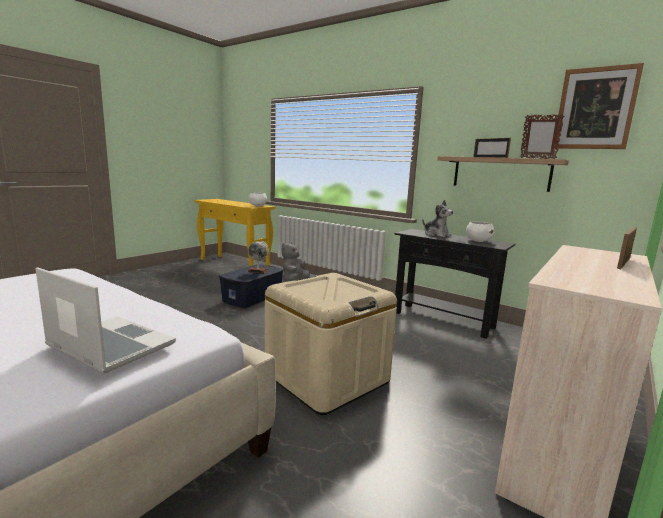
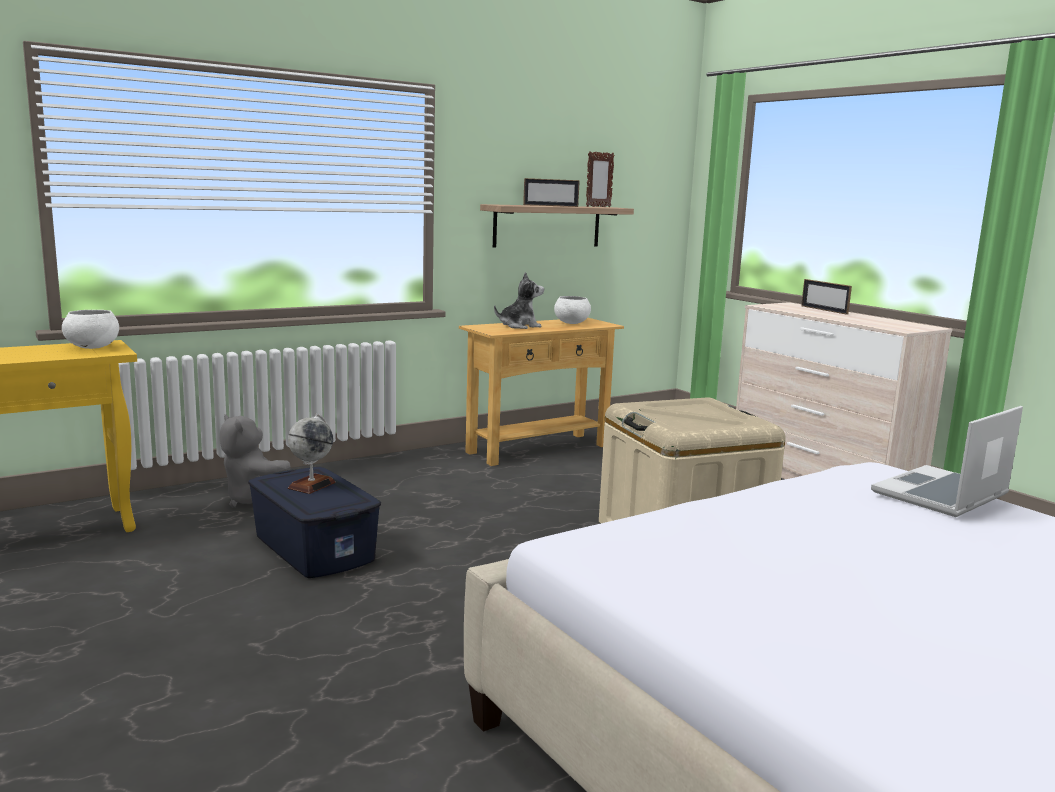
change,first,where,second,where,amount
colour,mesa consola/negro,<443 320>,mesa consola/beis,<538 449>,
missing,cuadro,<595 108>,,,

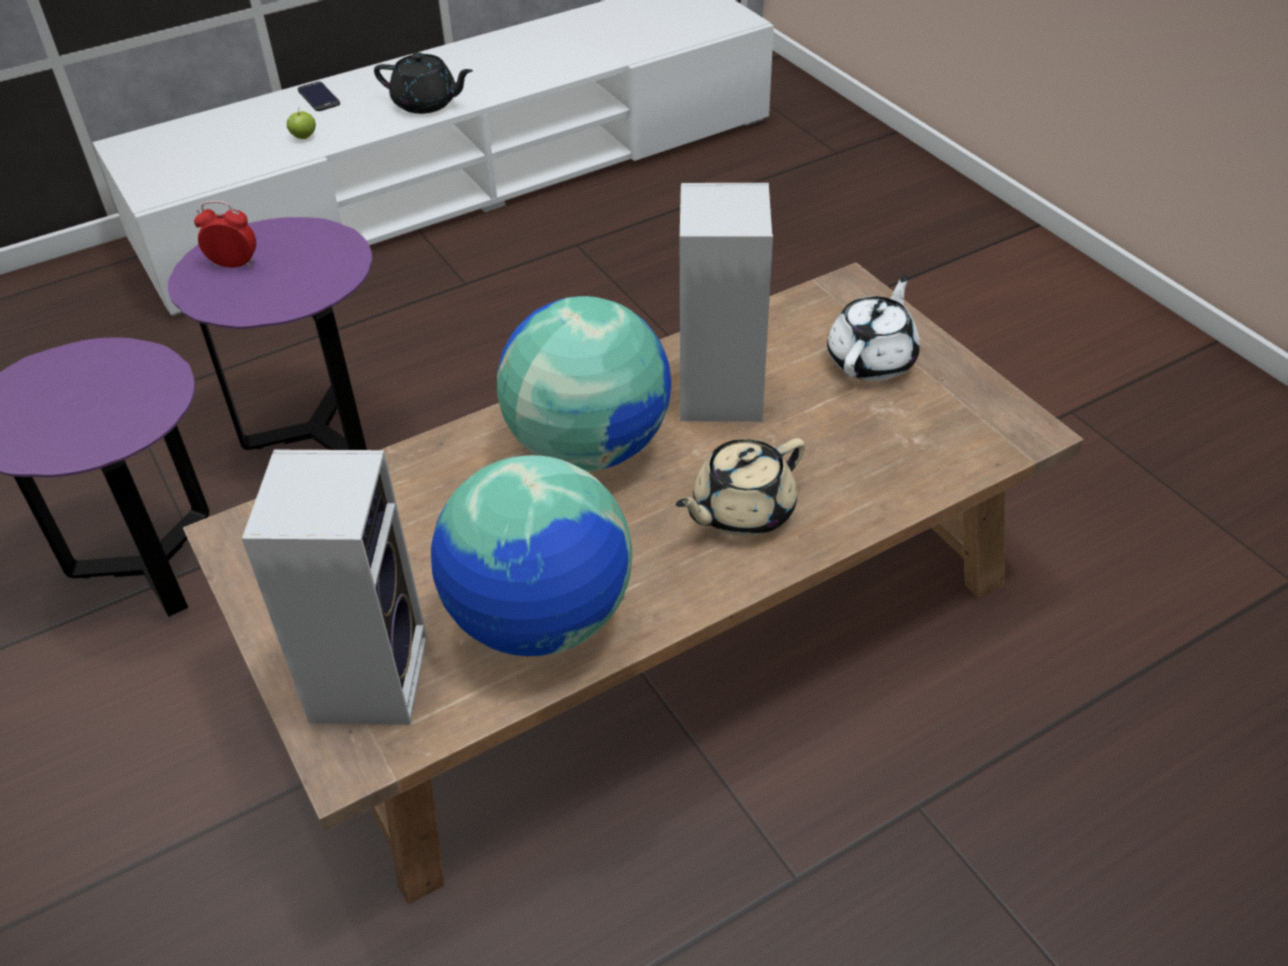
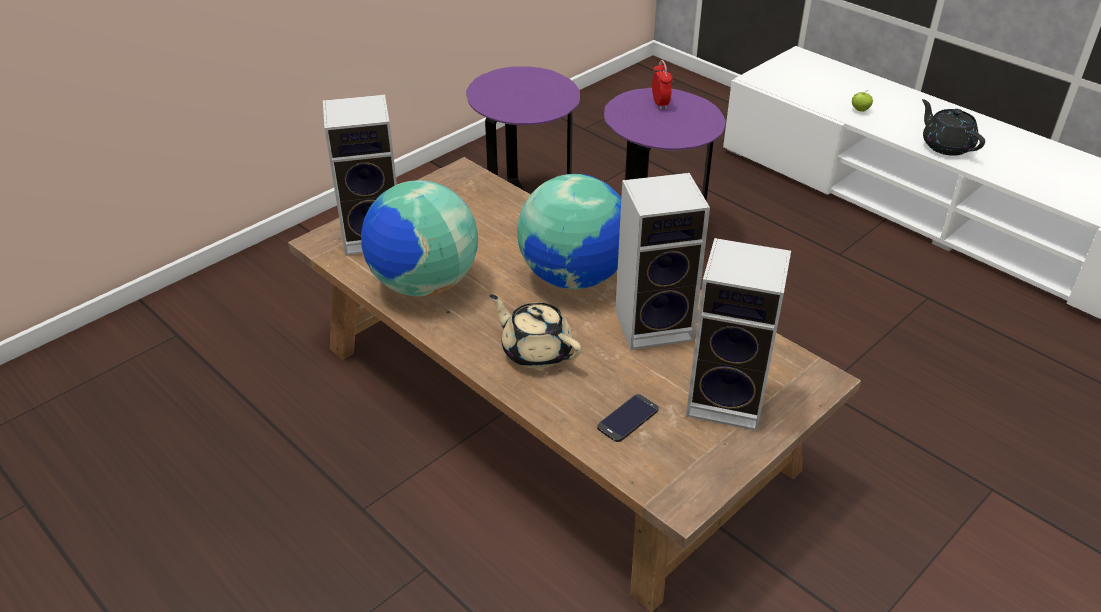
change,first,where,second,where,amount
relocated,móvil,<318 97>,,<628 418>,
spun,tetera/negro,<426 103>,,<946 146>,150 degrees clockwise
exchanged,tetera/blanco,<872 359>,altavoz,<730 400>,

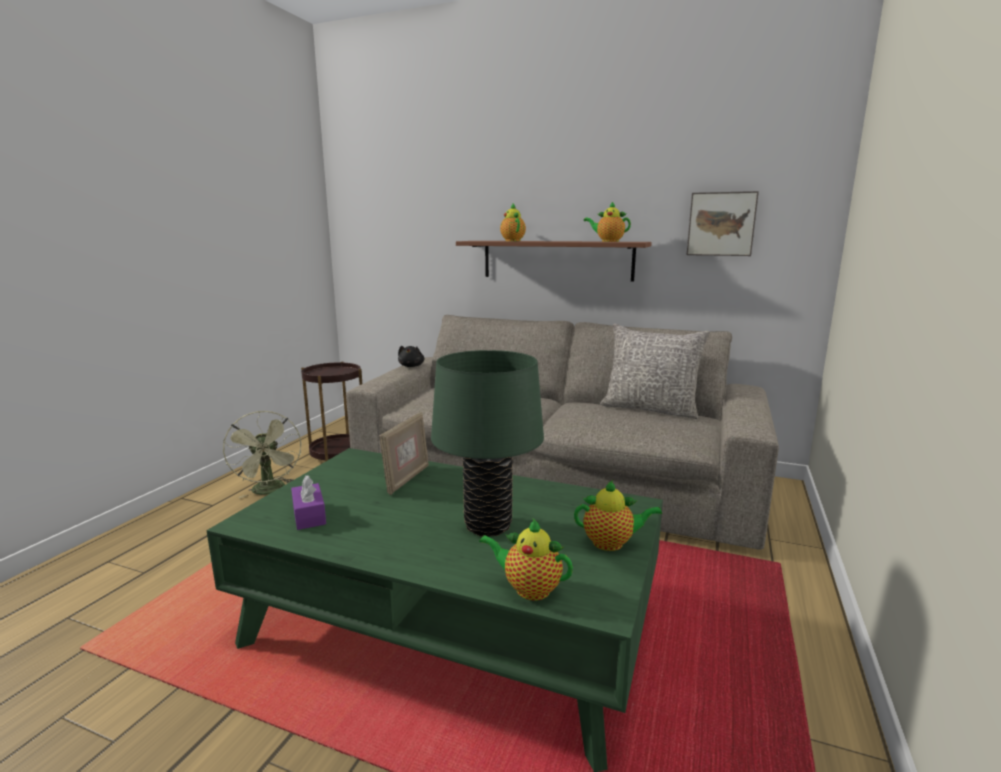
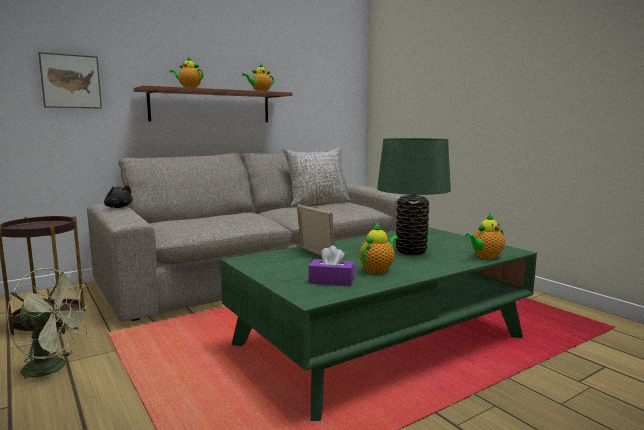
change,first,where,second,where,amount
relocated,tetera,<611 543>,,<378 269>,
relocated,cuadro,<721 224>,,<70 81>,

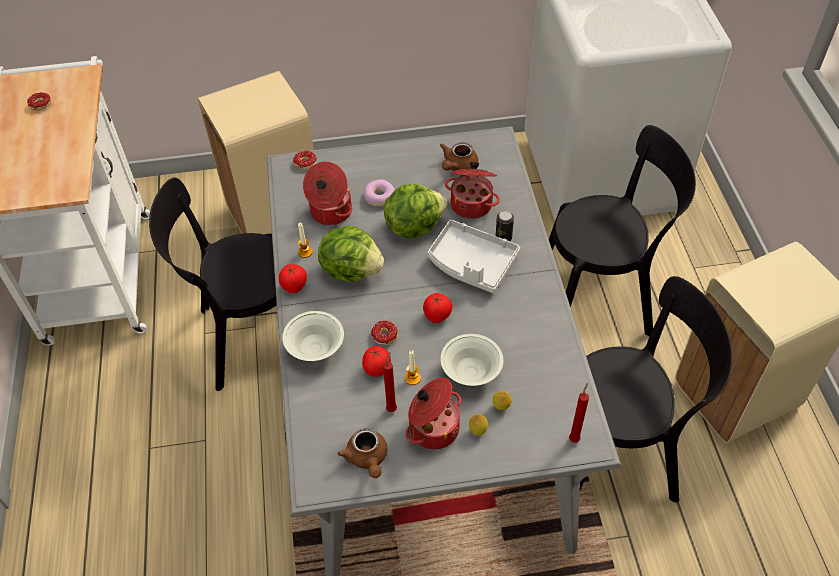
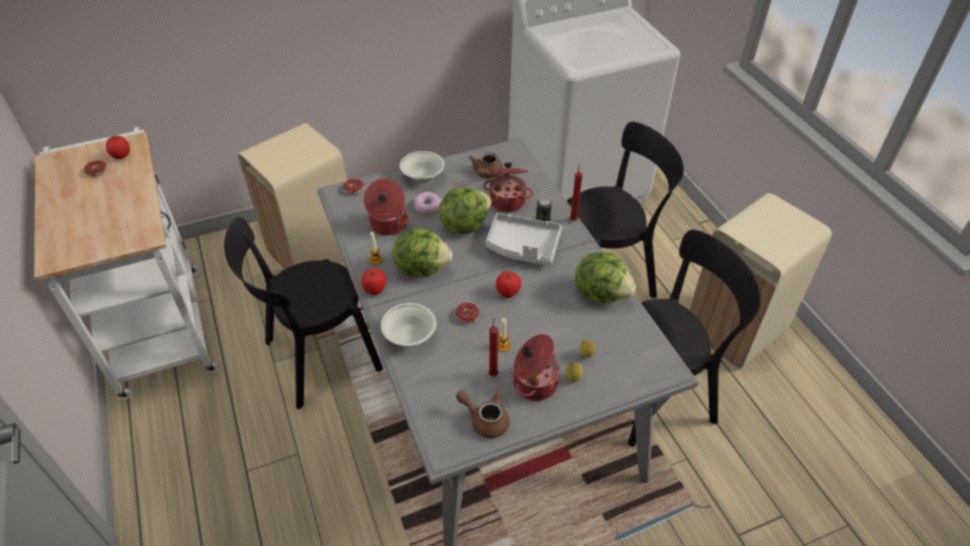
change,first,where,second,where,amount
spun,tetera/marrón,<367 459>,,<485 420>,150 degrees clockwise
relocated,tomate,<377 370>,,<121 156>,
relocated,cuenco/blanco,<471 372>,,<423 178>,
relocated,vela/rojo,<574 438>,,<573 219>,
appeared,,,lechuga,<601 293>,

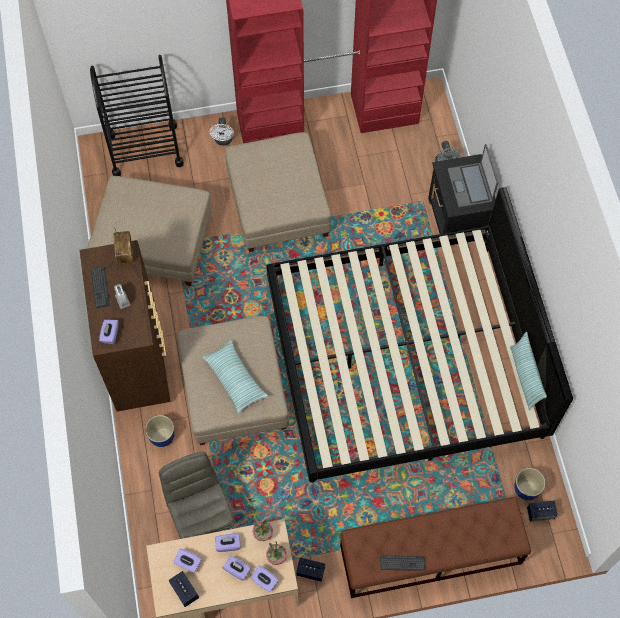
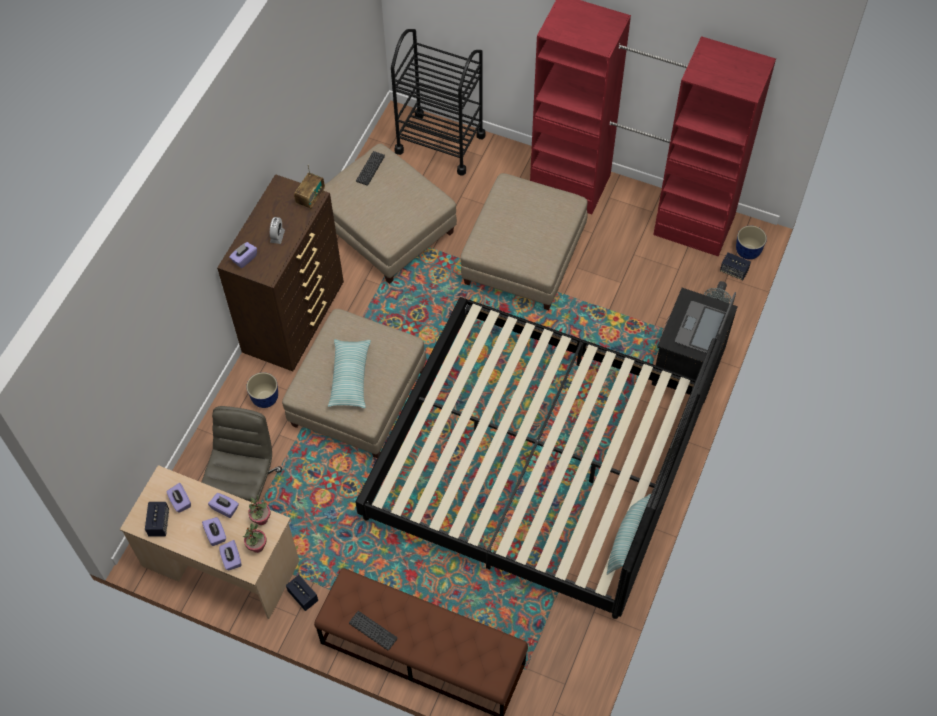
change,first,where,second,where,amount
relocated,teclado,<100 287>,,<370 168>,
missing,ventilador/blanco,<223 141>,,,
relocated,maceta,<525 489>,,<747 251>,
relocated,altavoz,<540 513>,,<733 271>,

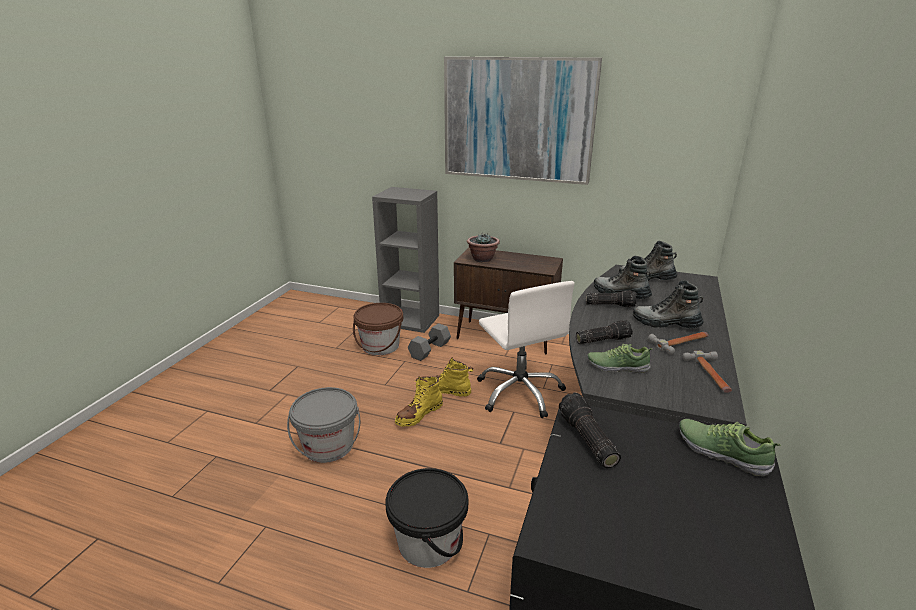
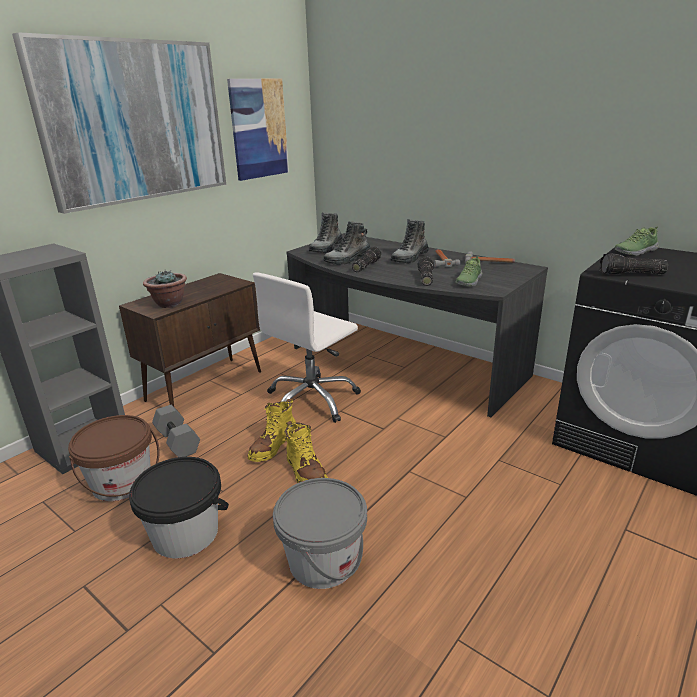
change,first,where,second,where,amount
relocated,cubo/negro,<428 542>,,<185 533>,
spun,silla de oficina/blanco,<520 392>,,<312 400>,135 degrees clockwise
appeared,,,cuadro,<259 129>,

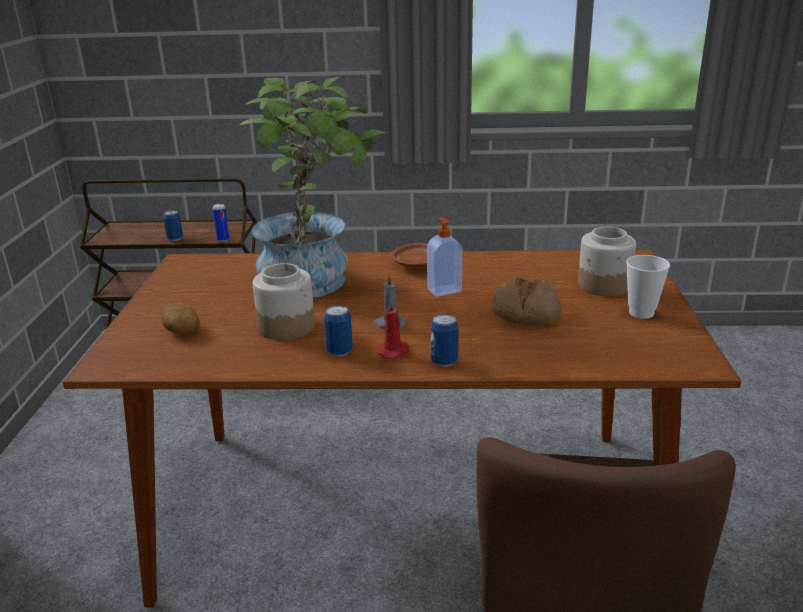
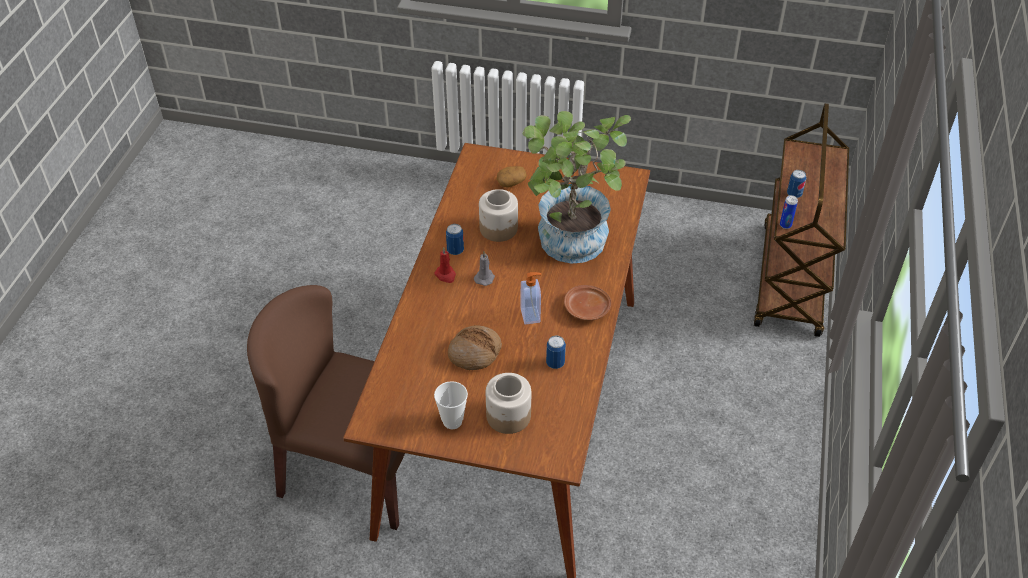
change,first,where,second,where,amount
relocated,lata,<444 362>,,<555 363>,

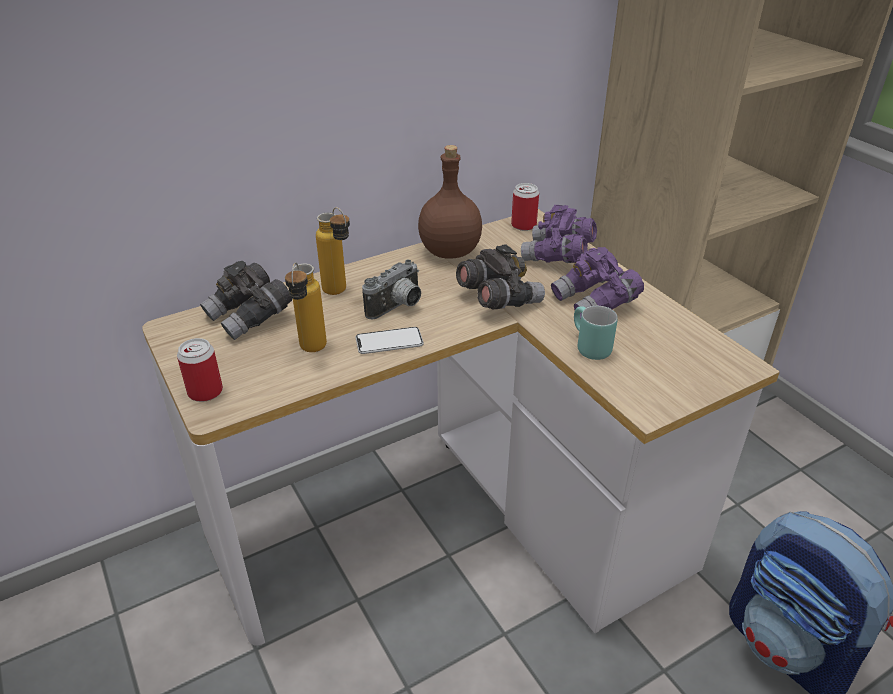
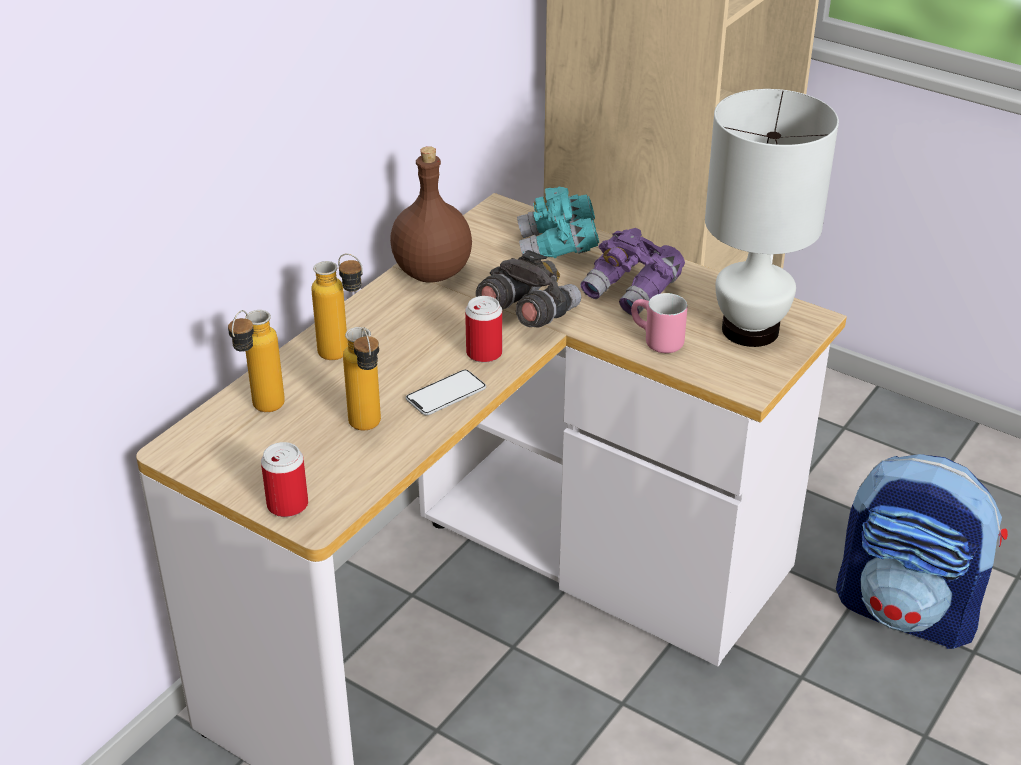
change,first,where,second,where,amount
exchanged,prismáticos/gris,<250 317>,botella,<261 411>,
missing,cámara,<398 307>,,,
relocated,lata,<523 225>,,<484 353>,
colour,prismáticos/morado,<558 256>,prismáticos/turquesa,<558 248>,
colour,taza grande/turquesa,<587 347>,taza grande/rosa,<655 342>,
appeared,,,lámpara de mesa/blanco,<749 329>,

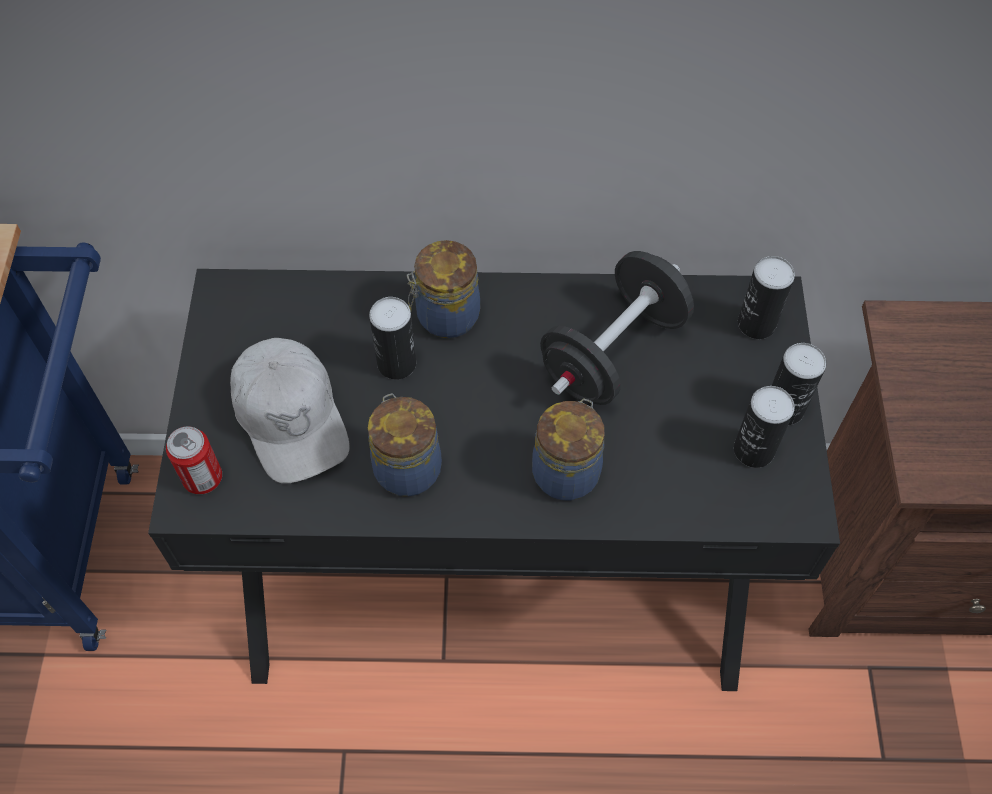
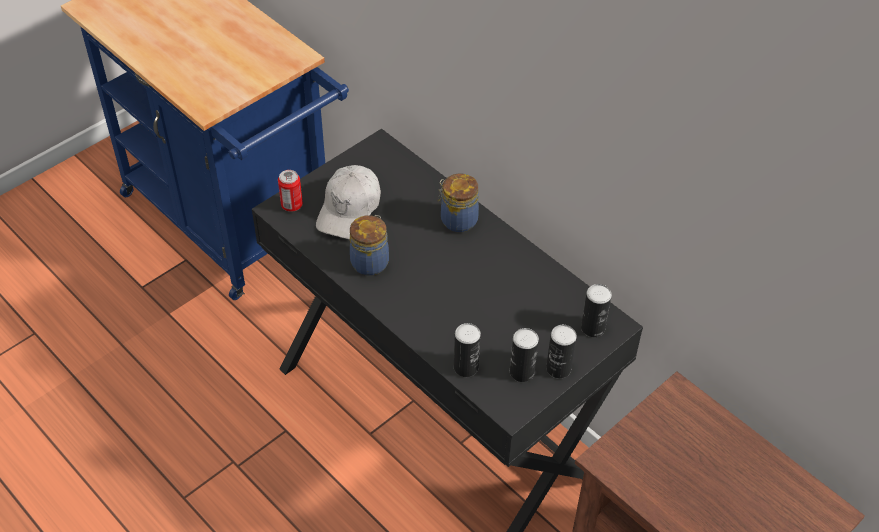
change,first,where,second,where,amount
relocated,lata,<396 363>,,<466 367>,
missing,tarro,<567 470>,,,
missing,mancuerna/negro,<613 352>,,,

